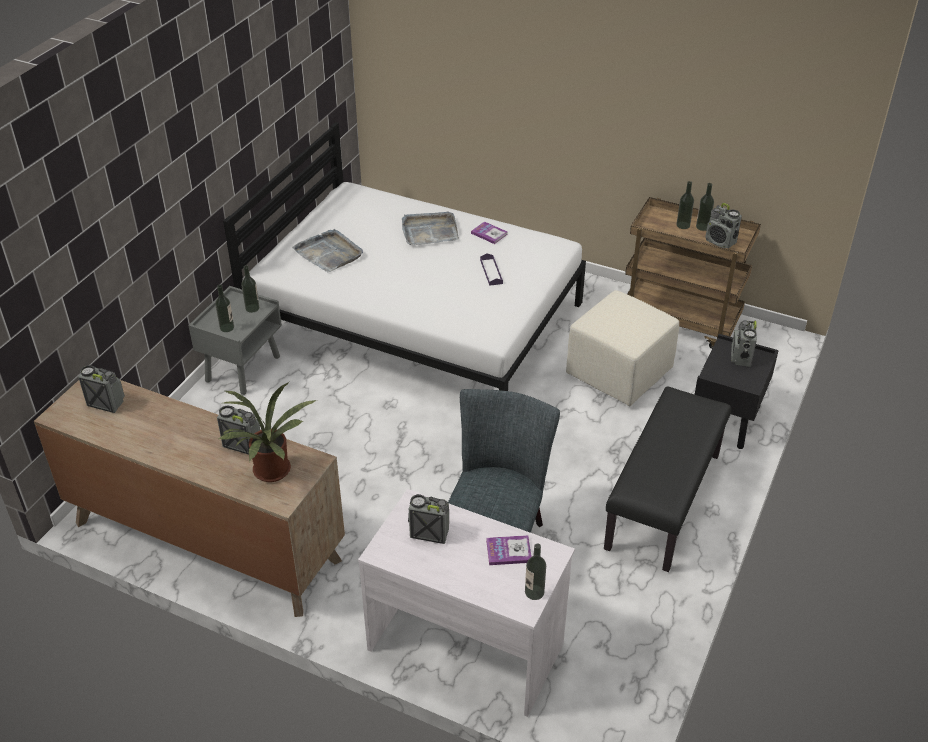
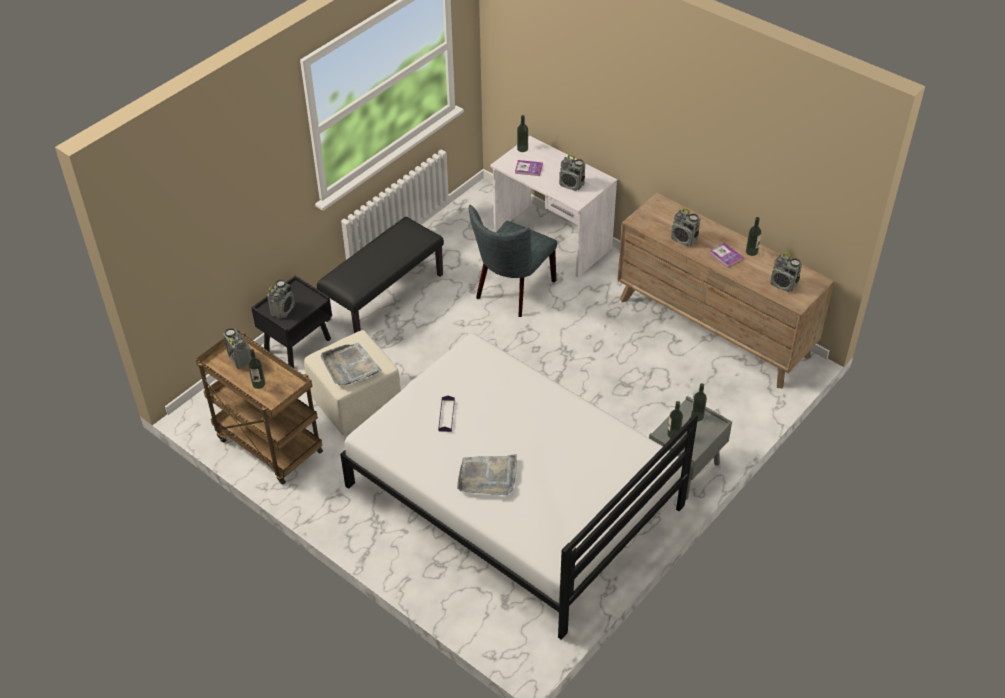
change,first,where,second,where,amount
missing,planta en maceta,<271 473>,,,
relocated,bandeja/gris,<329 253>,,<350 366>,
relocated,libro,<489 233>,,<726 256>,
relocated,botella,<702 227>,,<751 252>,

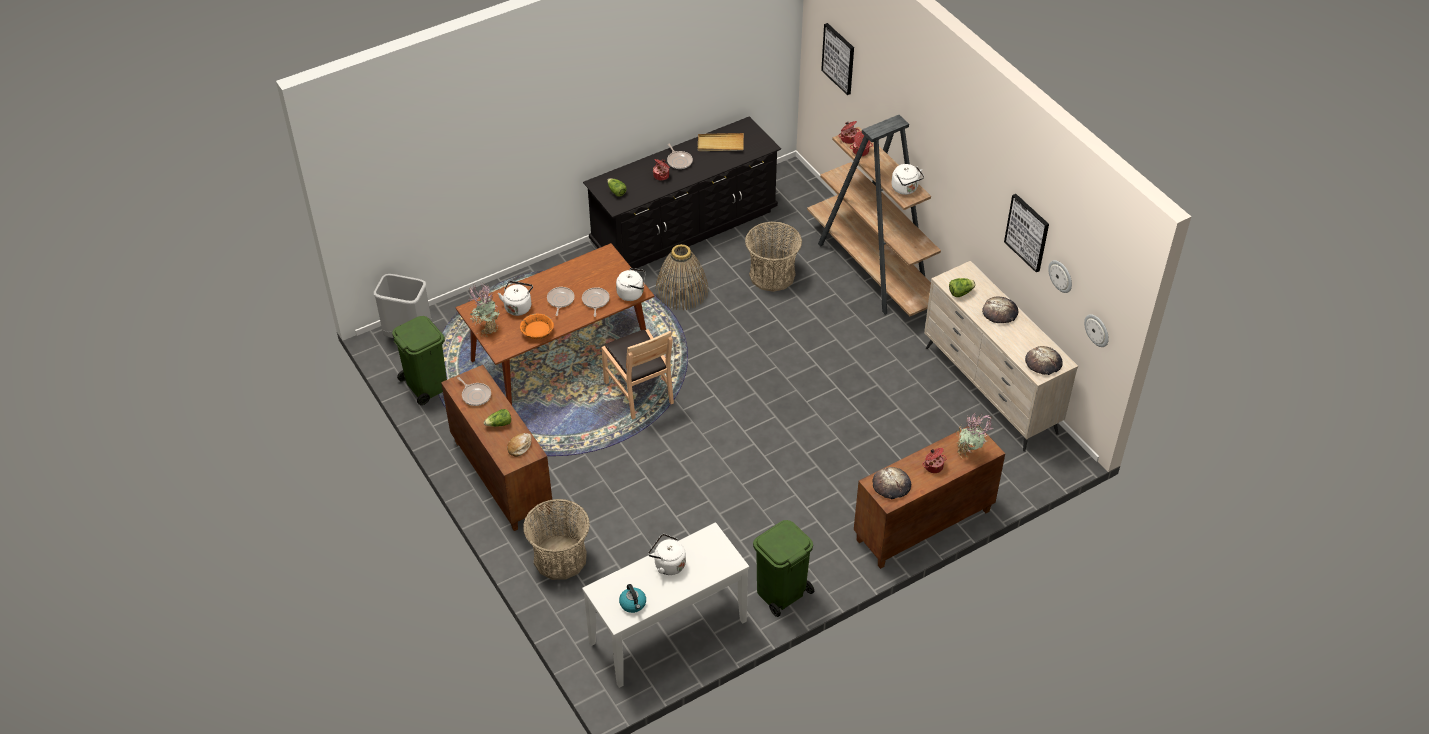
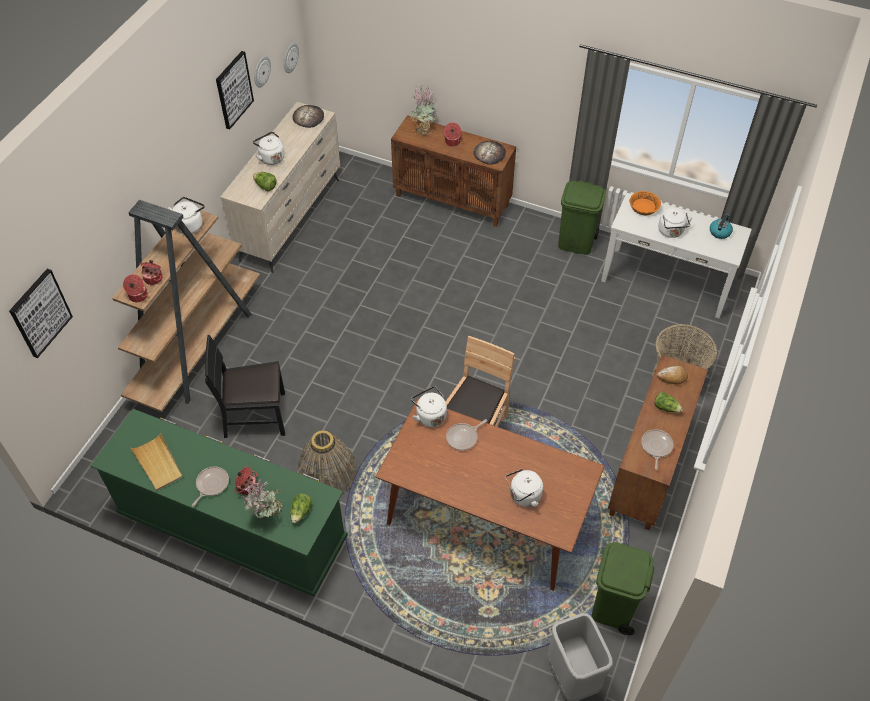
change,first,where,second,where,amount
relocated,planta en maceta,<487 328>,,<267 516>,
relocated,cuenco/naranja,<537 331>,,<643 208>,
missing,sartén,<560 300>,,,
colour,cómoda/negro,<684 227>,cómoda/verde,<233 527>,
exchanged,cesta,<772 275>,silla/negro,<255 415>,
exchanged,pan,<1000 312>,hervidor/blanco,<271 157>,

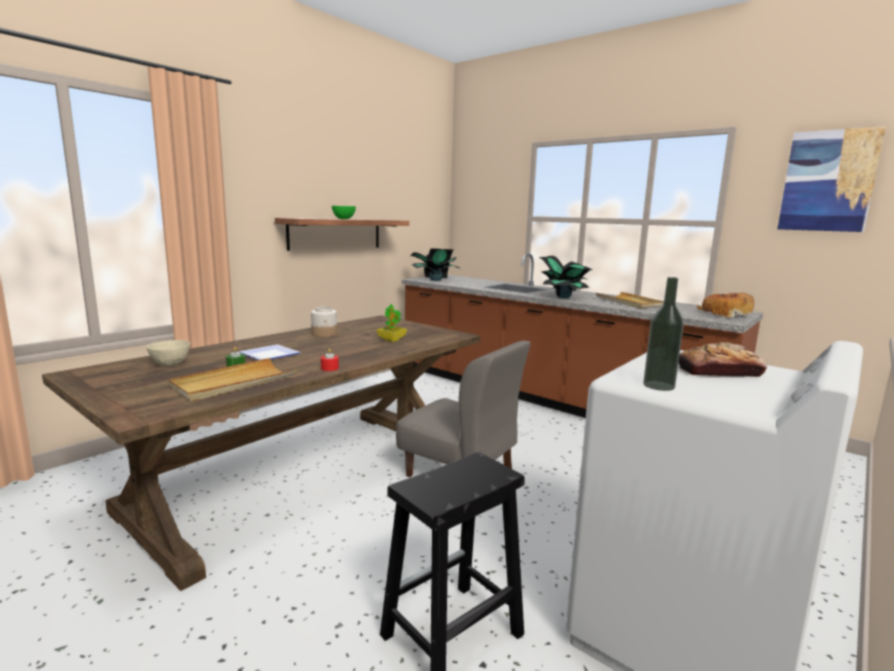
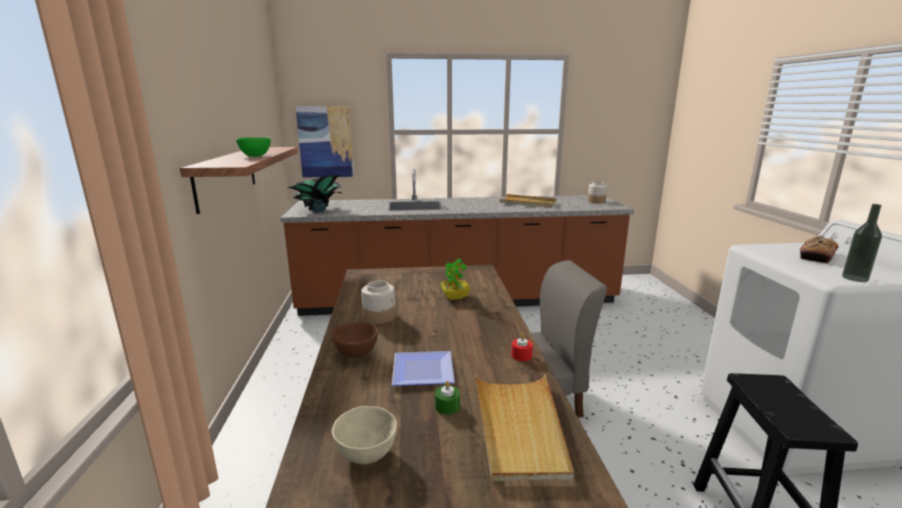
change,first,where,second,where,amount
missing,planta en maceta,<563 297>,,,
exchanged,pan,<724 314>,tarro,<596 201>,
relocated,cuadro,<828 181>,,<325 142>,
appeared,,,cuenco/marrón,<356 354>,

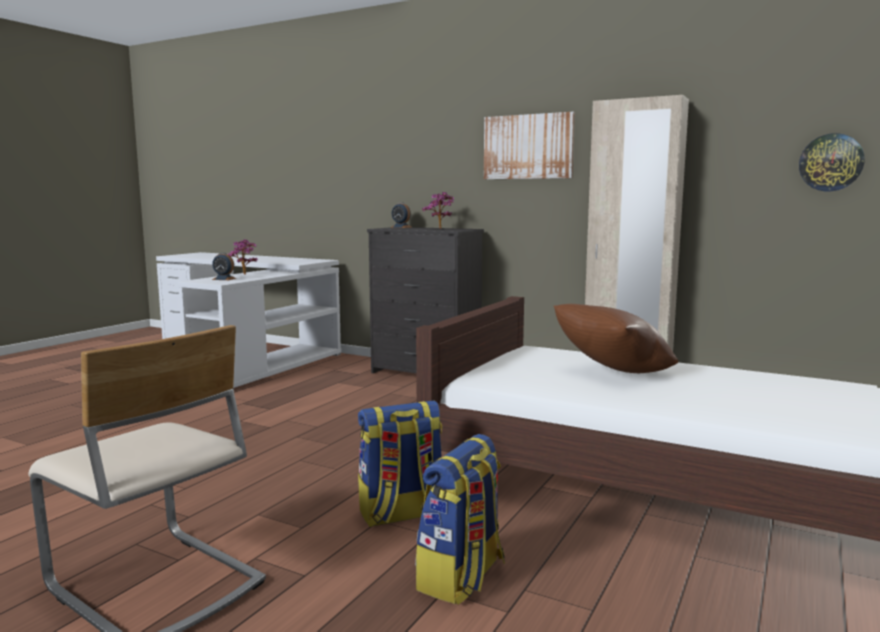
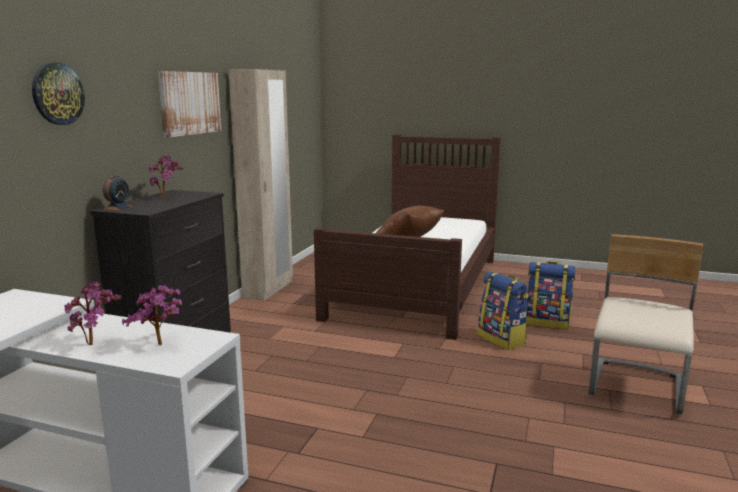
change,first,where,second,where,amount
exchanged,despertador,<224 279>,planta en maceta,<161 346>,
relocated,reloj de pared,<830 162>,,<57 94>,

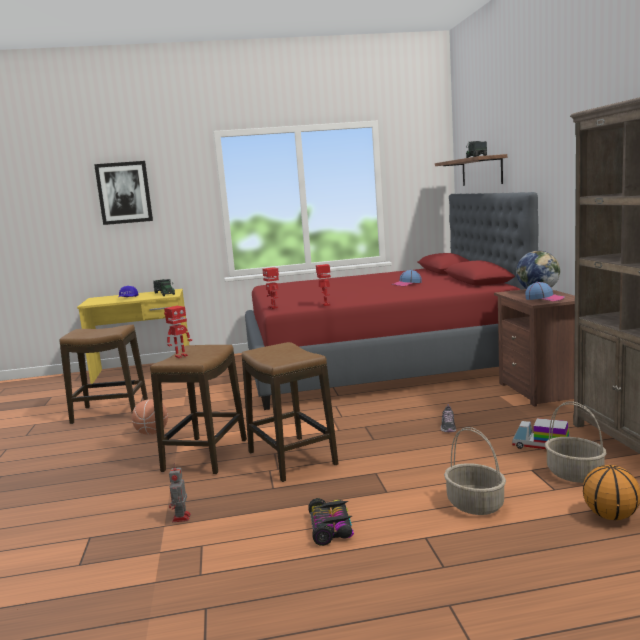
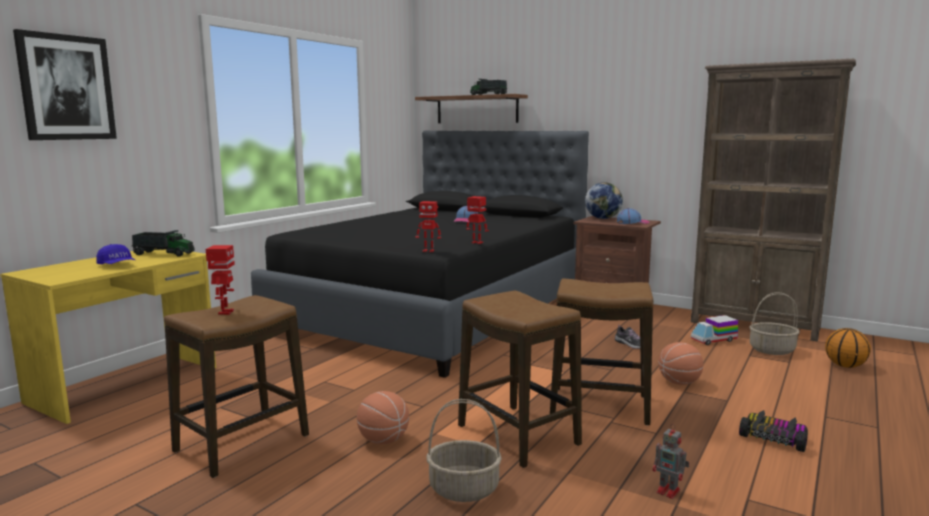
change,first,where,second,where,amount
relocated,robot de juguete,<180 356>,,<225 312>,
colour,cama/rojo,<378 364>,cama/negro,<435 312>,
relocated,cesta,<476 504>,,<464 489>,
appeared,,,balón de baloncesto,<679 382>,

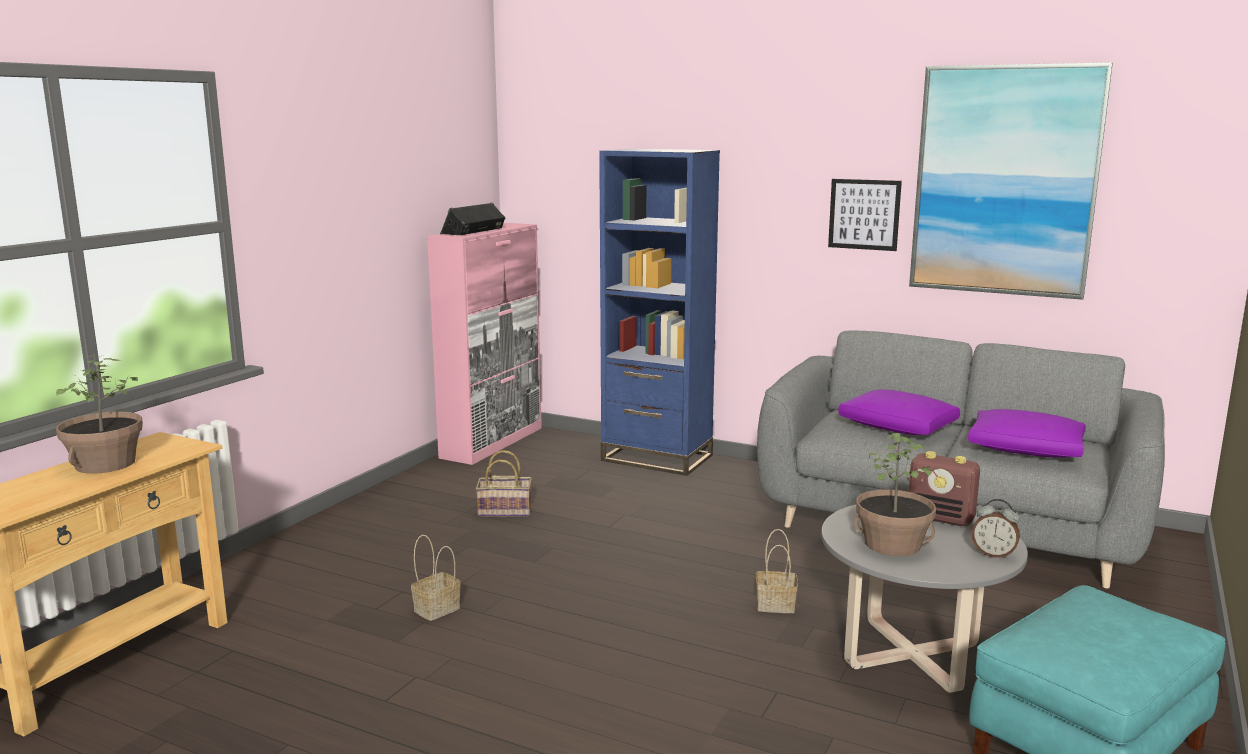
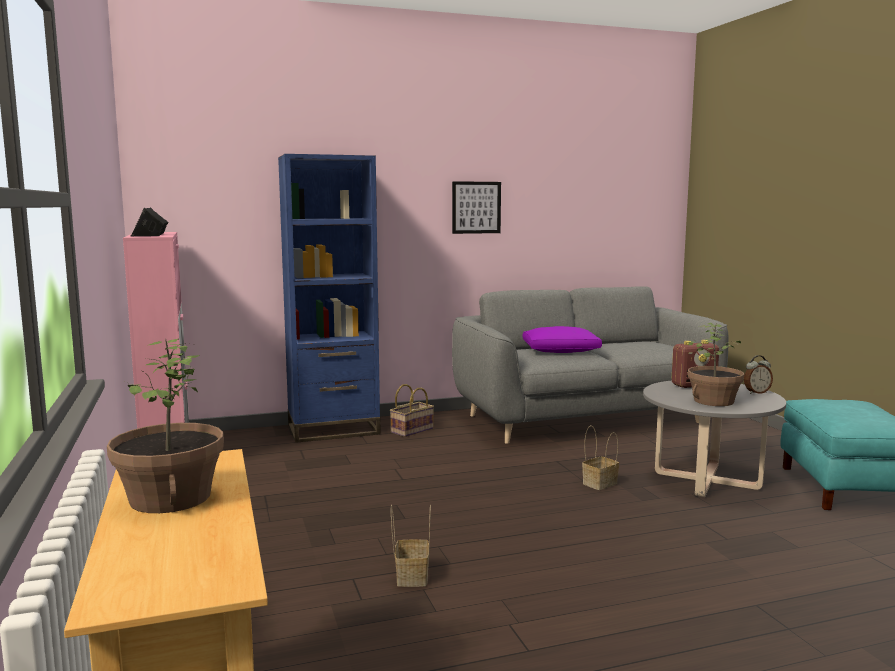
change,first,where,second,where,amount
relocated,cesta,<506 511>,,<412 430>,
missing,cuadro,<1005 181>,,,
missing,cojín/morado,<1026 449>,,,

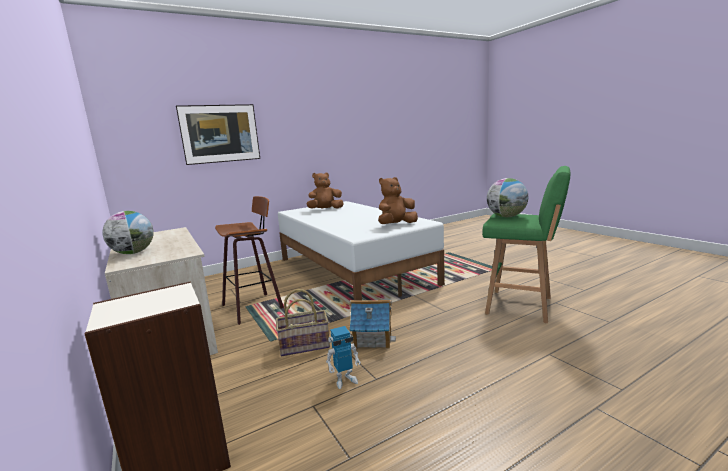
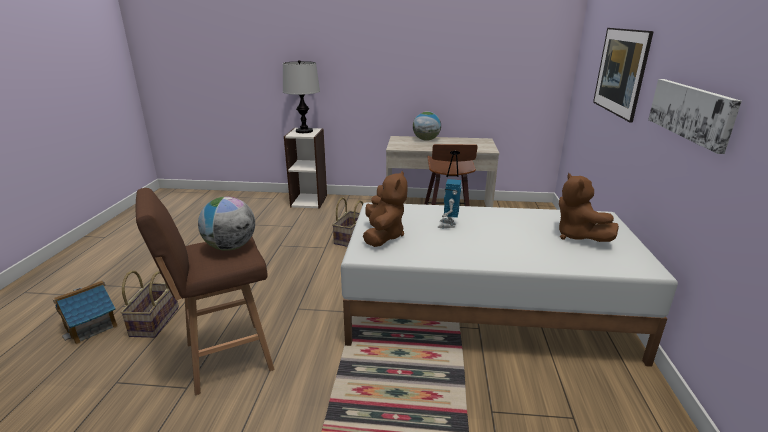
change,first,where,second,where,amount
spun,peluche/marrón,<325 209>,,<577 236>,150 degrees clockwise
relocated,robot de juguete,<345 380>,,<448 225>,
relocated,casita,<372 339>,,<91 326>,
colour,taburete/verde,<522 306>,taburete/marrón,<225 357>,
appeared,,,cesta,<154 321>,
appeared,,,lámpara de mesa,<304 131>,
appeared,,,cuadro,<690 112>,

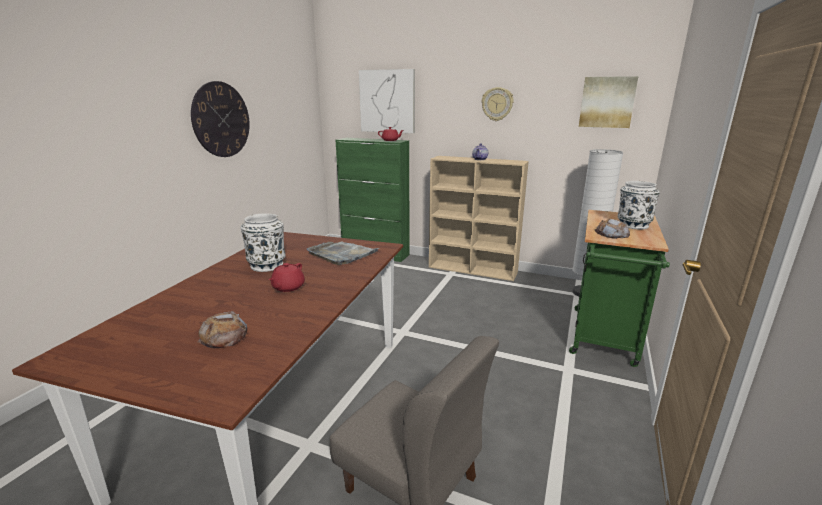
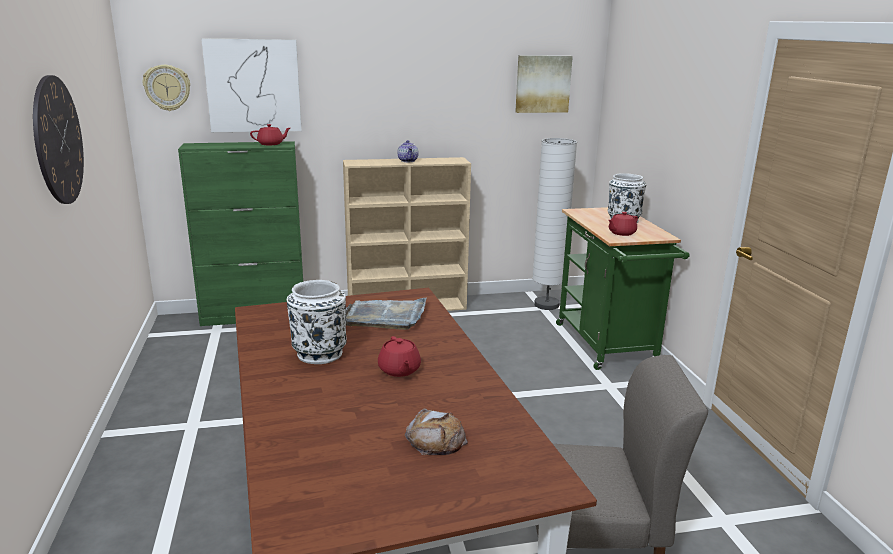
change,first,where,second,where,amount
relocated,reloj de pared,<497 104>,,<167 87>,
exchanged,pan,<611 234>,tetera/rojo,<621 233>,

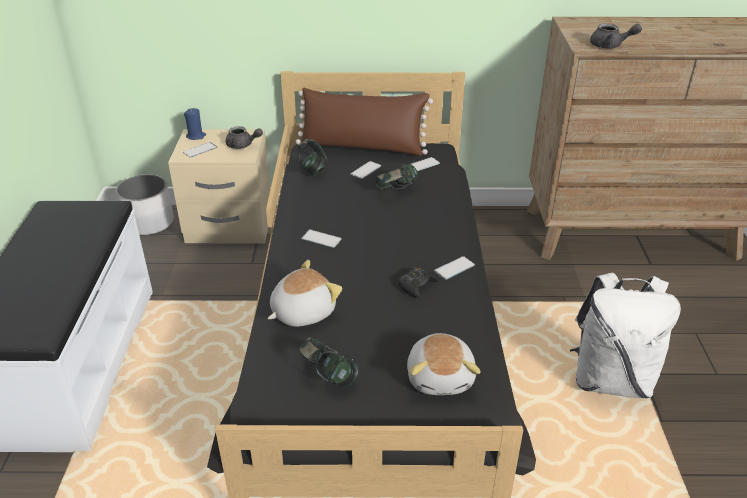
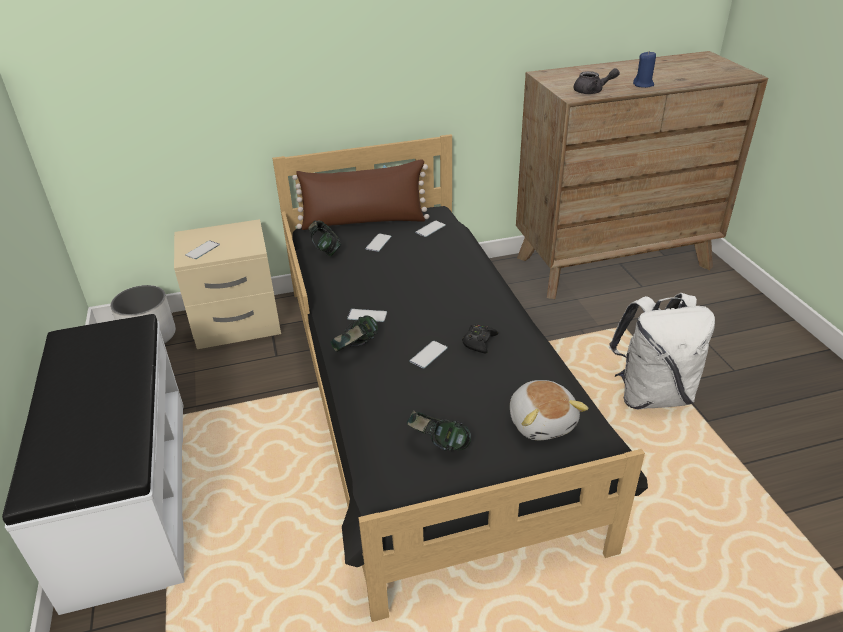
change,first,where,second,where,amount
relocated,vela/azul,<196 136>,,<643 85>,
missing,tetera/gris,<243 145>,,,
missing,peluche,<302 312>,,,
relocated,auriculares,<396 191>,,<356 349>,
relocated,móvil,<454 268>,,<428 355>,

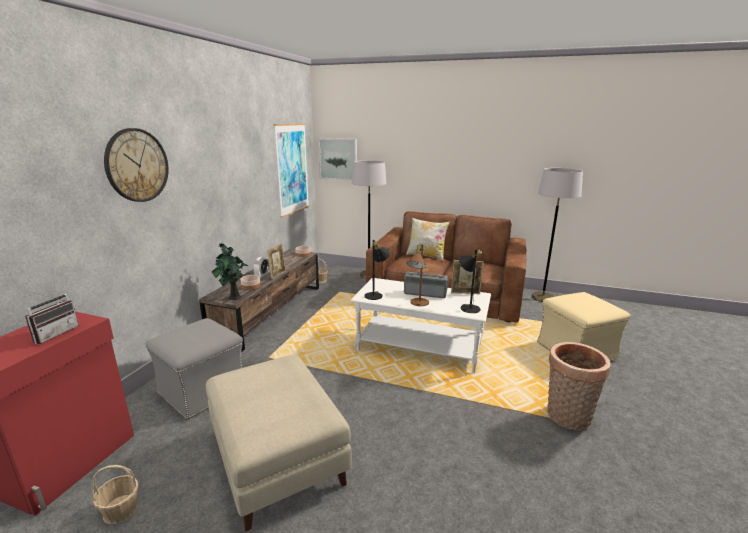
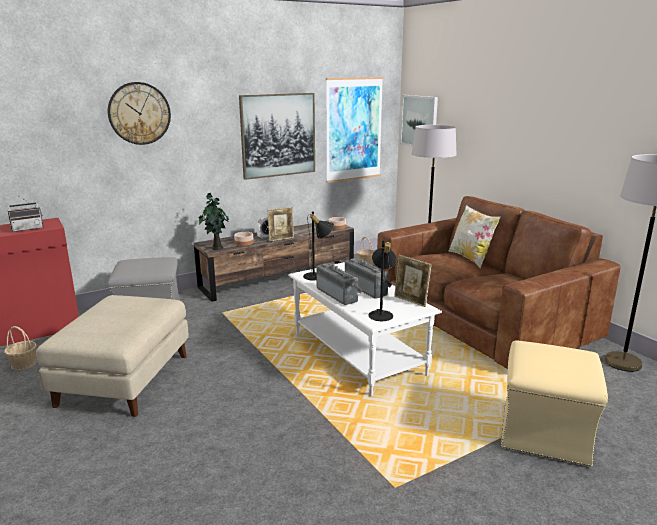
change,first,where,second,where,amount
exchanged,lámpara de mesa/marrón,<417 303>,radio,<339 294>,
missing,cesta,<567 418>,,,
appeared,,,cuadro,<278 135>,

